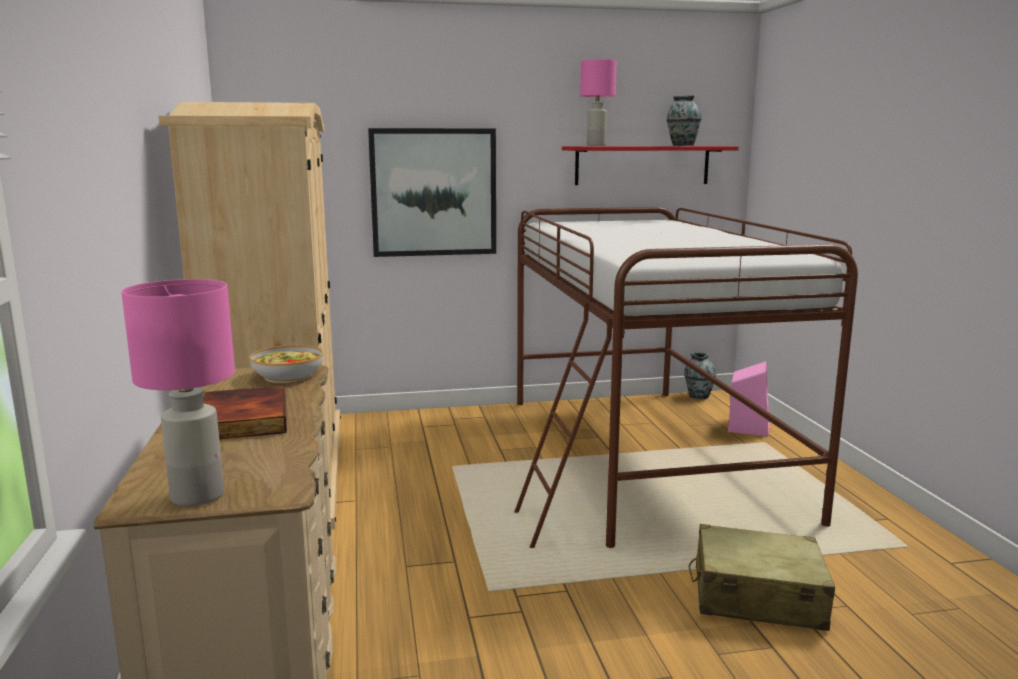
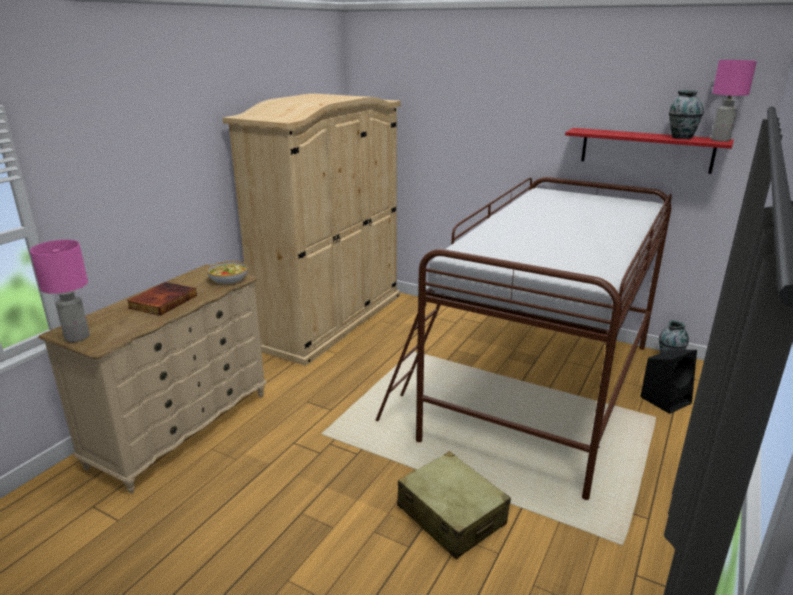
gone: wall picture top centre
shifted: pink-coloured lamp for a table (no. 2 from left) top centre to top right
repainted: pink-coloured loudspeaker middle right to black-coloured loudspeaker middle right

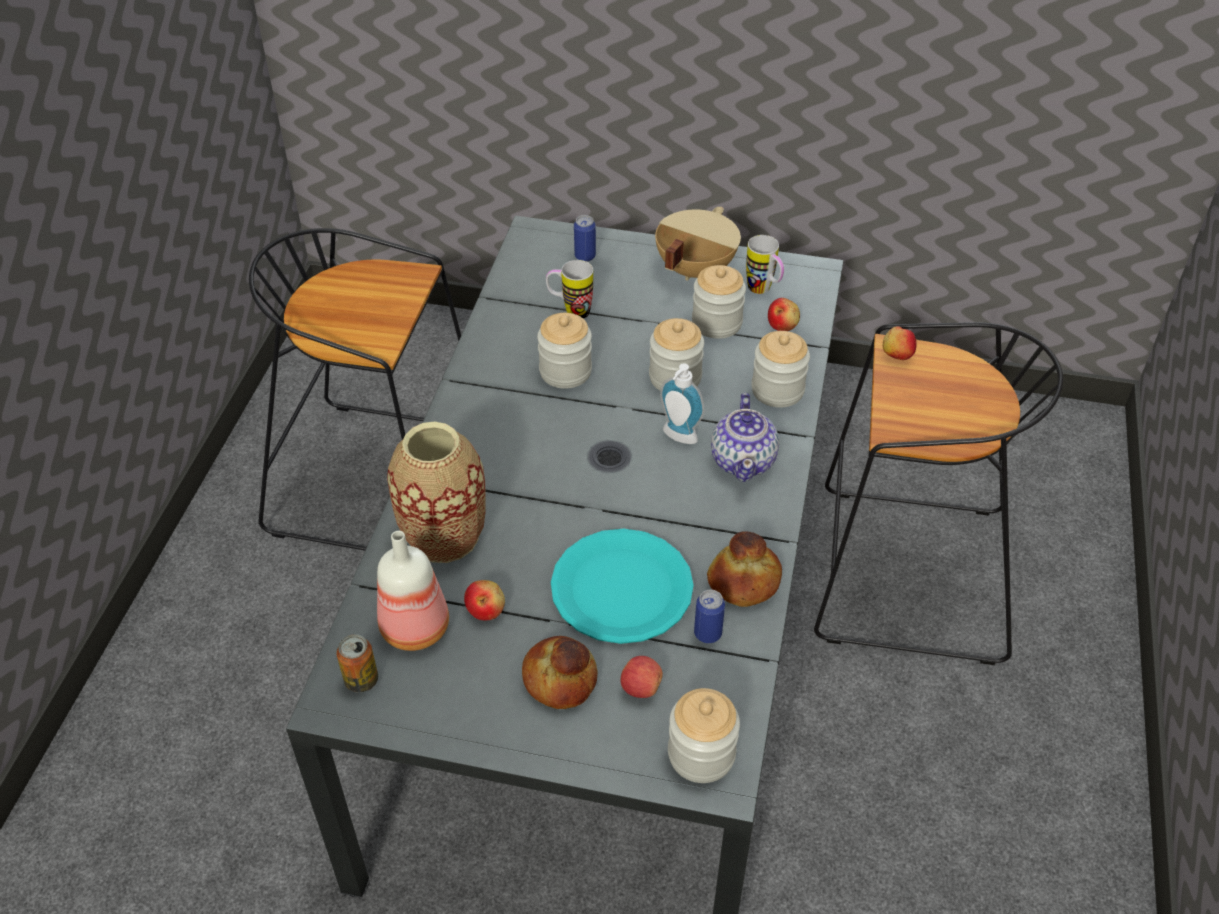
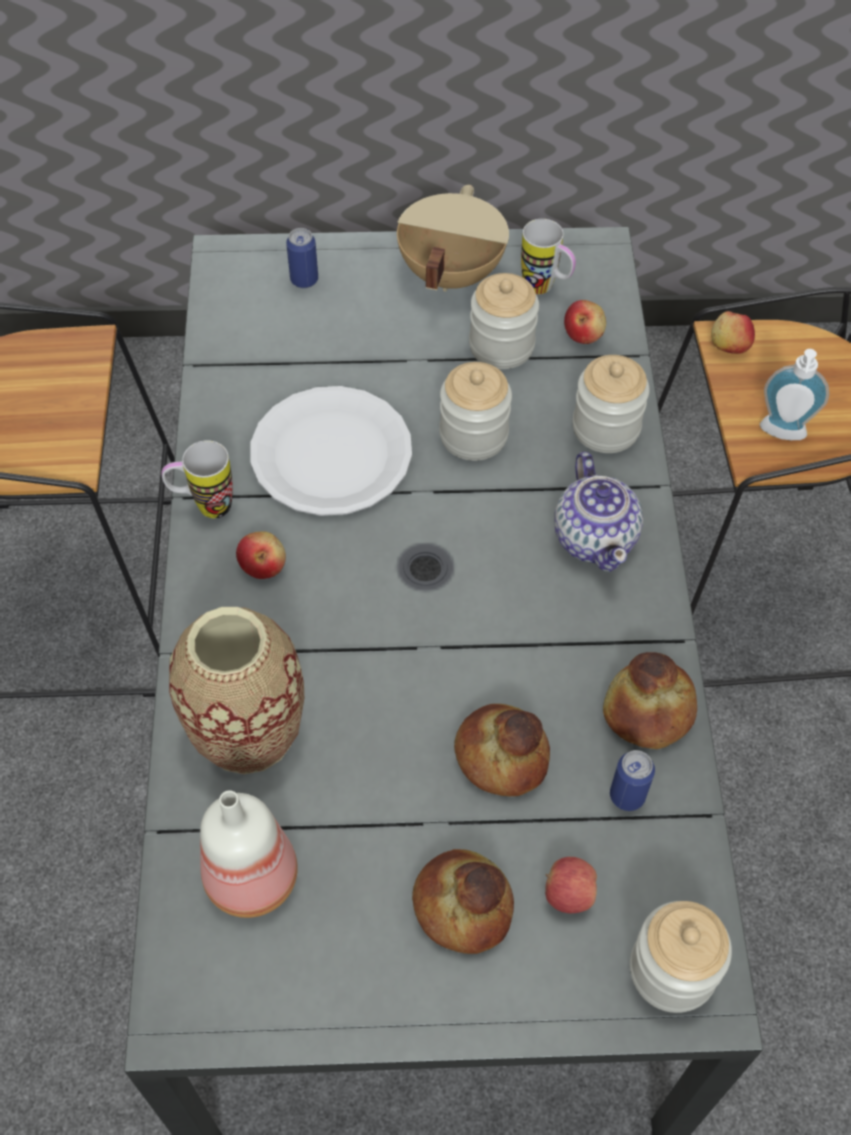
gone: metal can (no. 1 from left) bottom left
shifted: mug (no. 1 from left) top centre to middle left; whole apple (no. 1 from left) centre to middle left; soap bottle centre to middle right
swapped: jar (no. 1 from left) centre to white-coloured plate centre; turquoise plate centre to bakery bread (no. 2 from left) centre

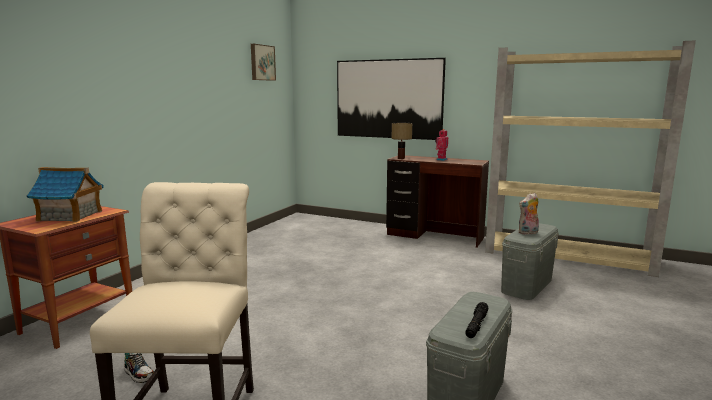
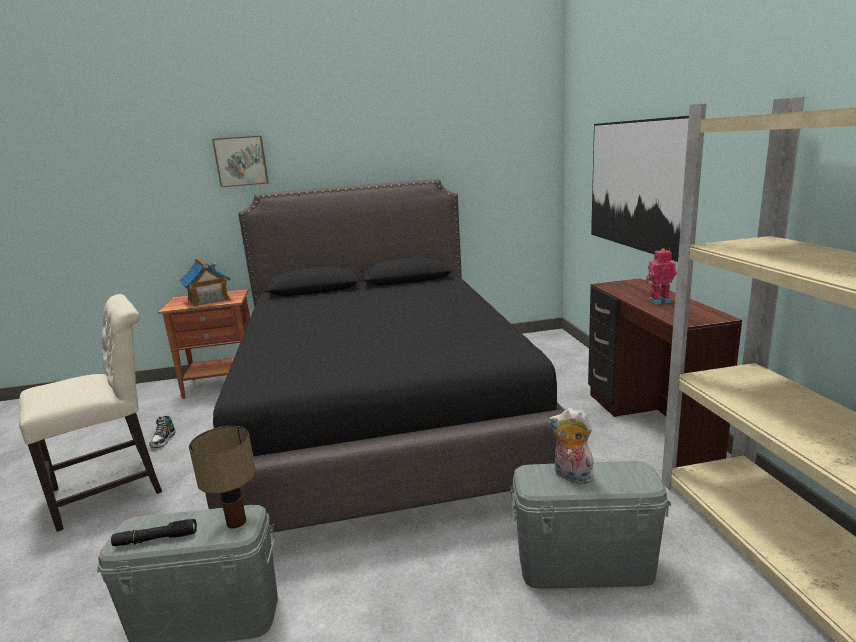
new: black-coloured bed centre
shifted: lamp for a table centre to bottom left; wall picture (no. 1 from left) top centre to top left

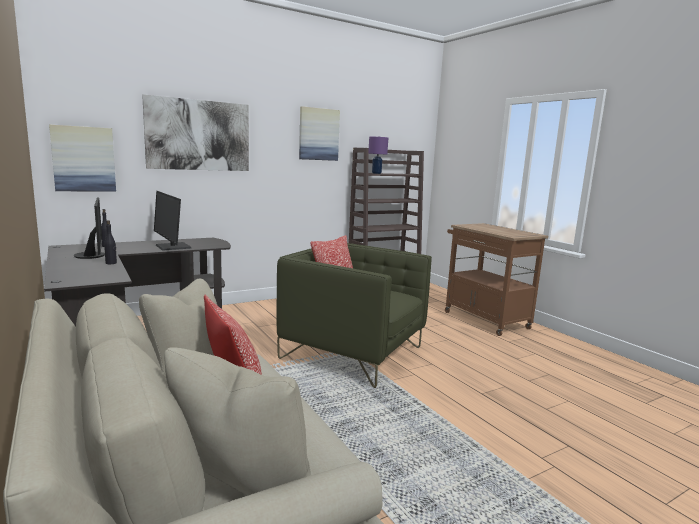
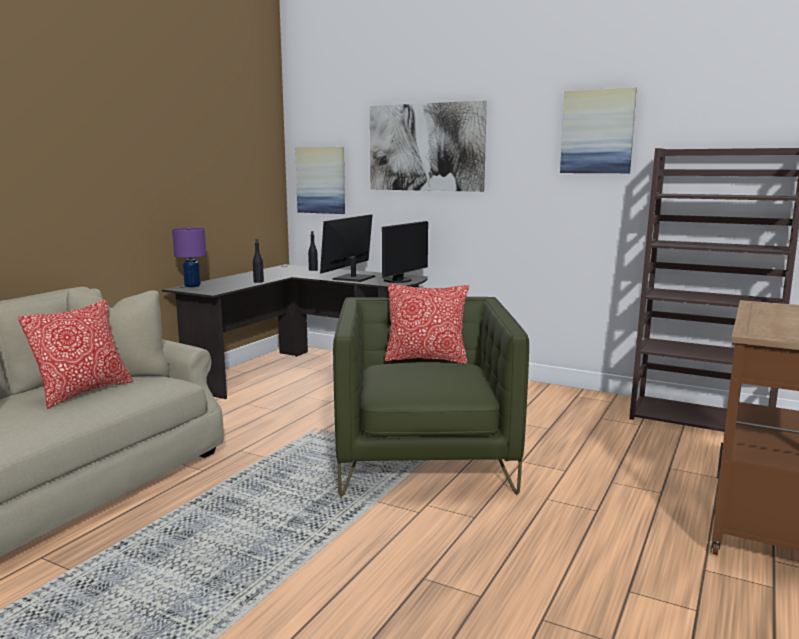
shifted: purple-coloured lamp for a table top centre to middle left; monitor (no. 1 from left in the first image) middle left to monitor (no. 2 from left) centre

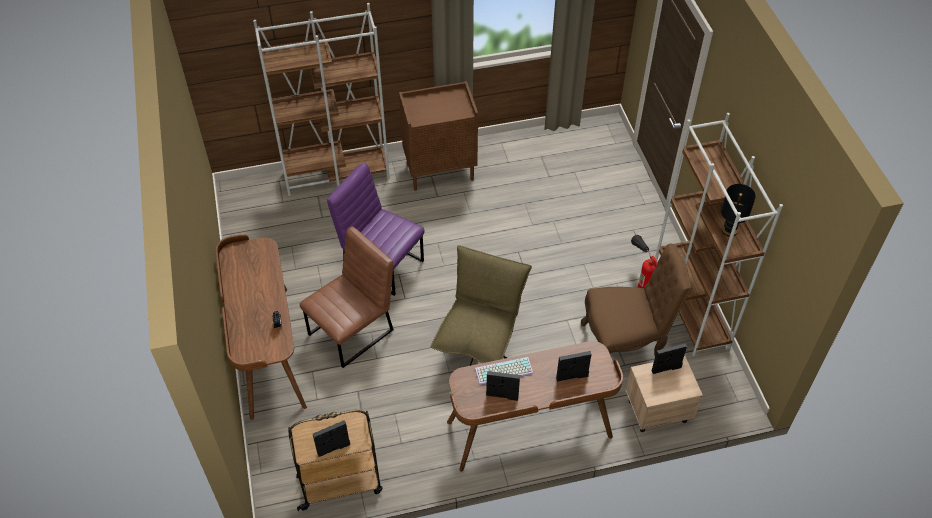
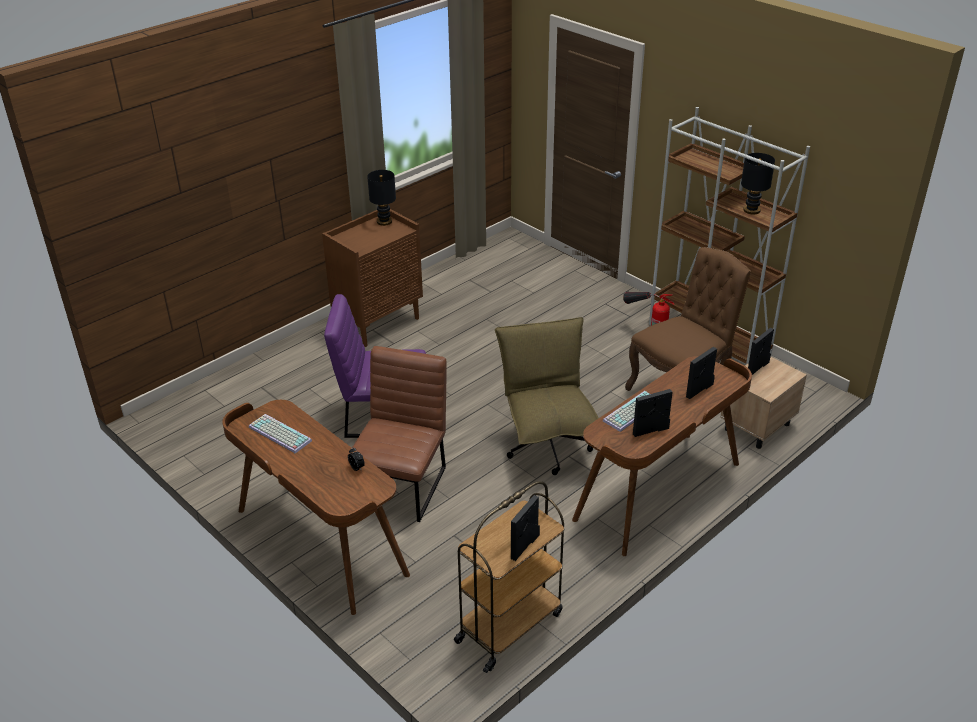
gone: brown bookcase (no. 1 from left) top centre
new: keyboard (no. 1 from left) middle left; black-coloured lamp for a table (no. 1 from left) top centre

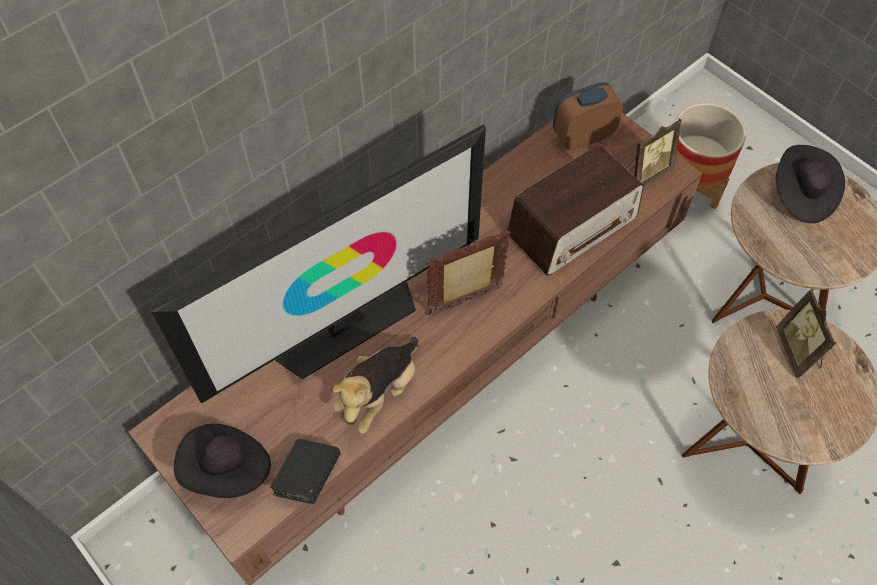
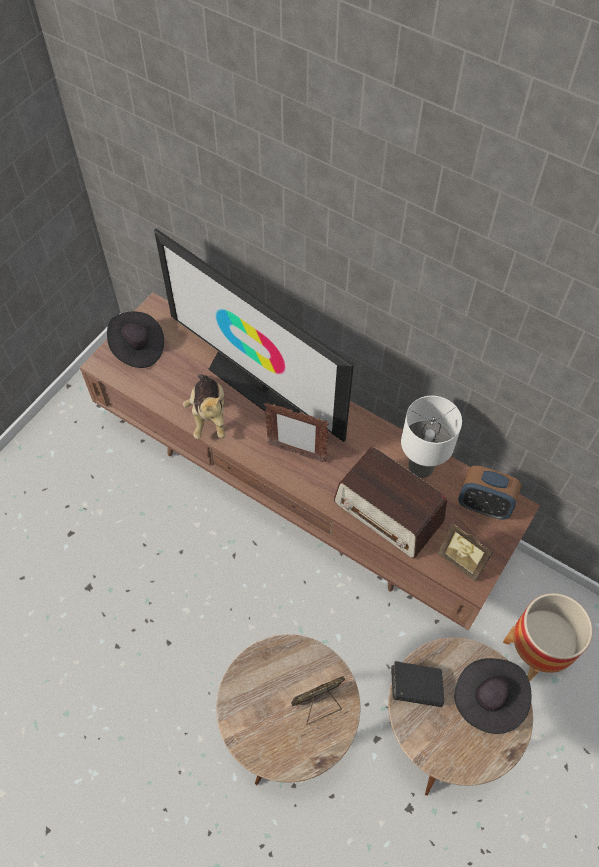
new: white-coloured lamp for a table middle right
shifted: black-coloured bound book bottom centre to bottom right
rotated: soft toy centre = centre 120 degrees counterclockwise; photo frame (no. 1 from left) centre = centre 150 degrees clockwise; bedside clock top right = middle right 150 degrees clockwise

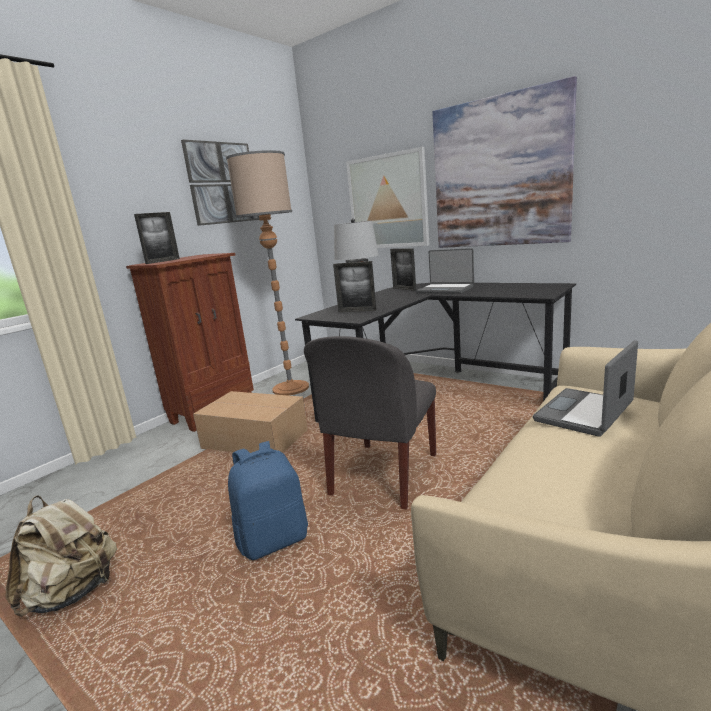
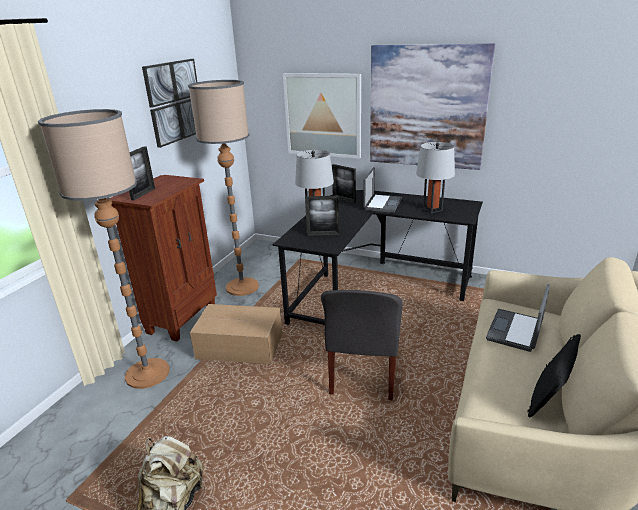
gone: blue-coloured knapsack bottom centre
new: floor lamp (no. 1 from left) middle left; grey lamp for a table (no. 2 from left) middle right; black-coloured throw pillow bottom right
rotated: notebook computer (no. 1 from left) centre = centre 90 degrees counterclockwise

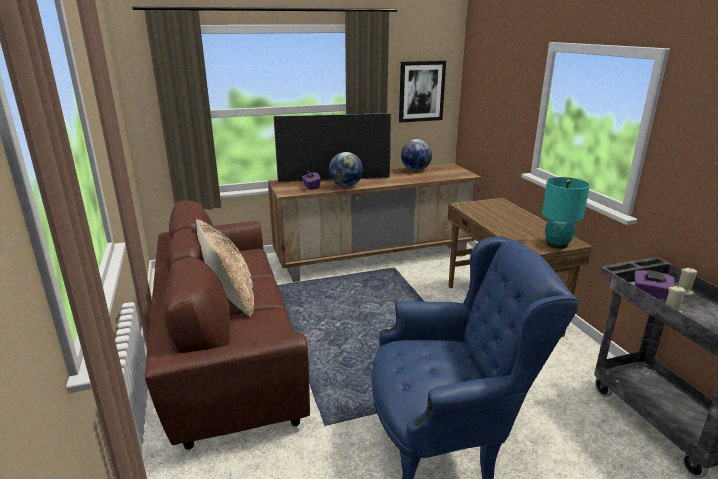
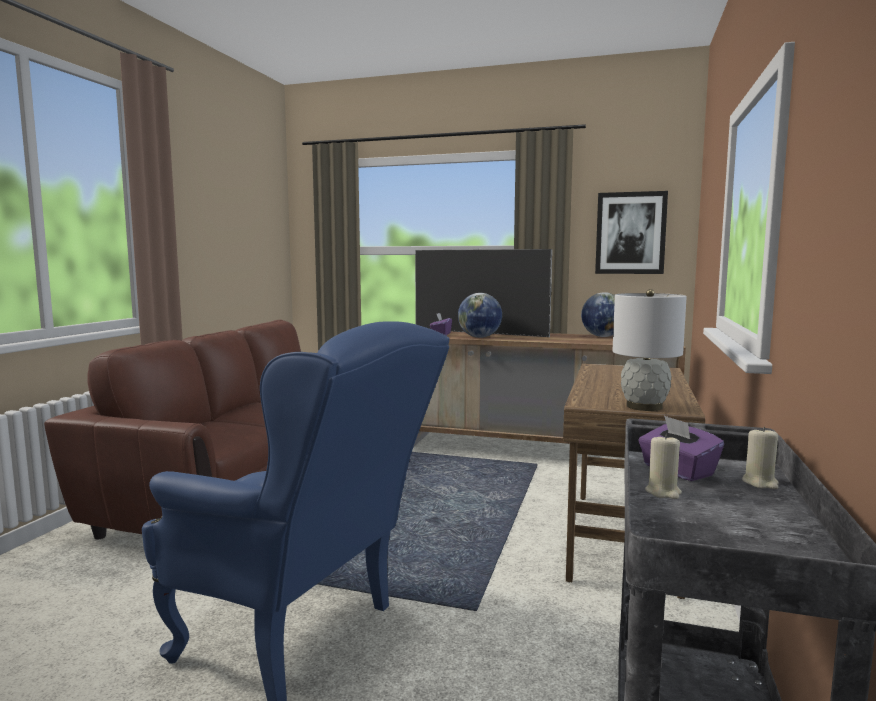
gone: beige throw pillow middle left
repainted: turquoise lamp for a table middle right to white-coloured lamp for a table middle right

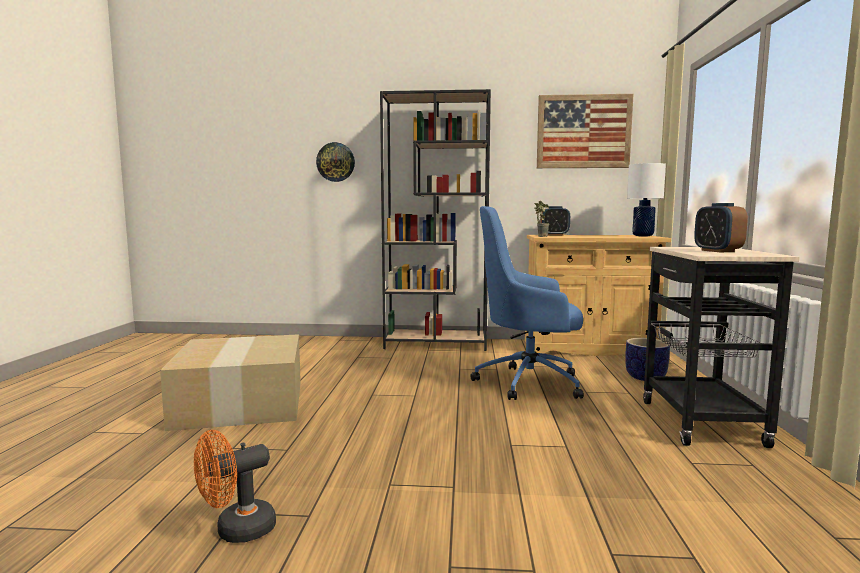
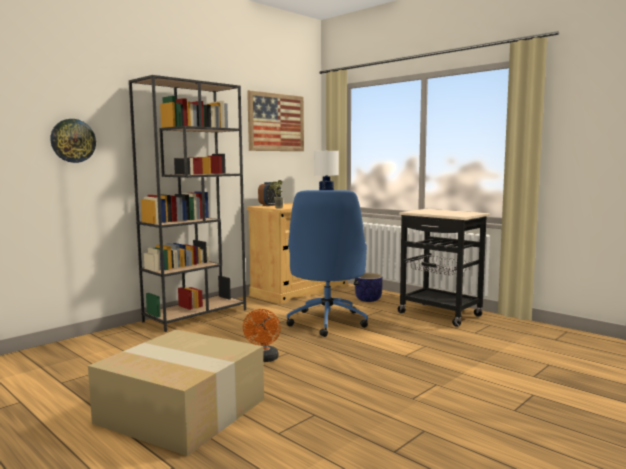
gone: bedside clock (no. 2 from left) middle right
shifted: orange-coloured electric fan bottom left to bottom centre
rotated: blue-coloured desk chair centre = centre 45 degrees counterclockwise

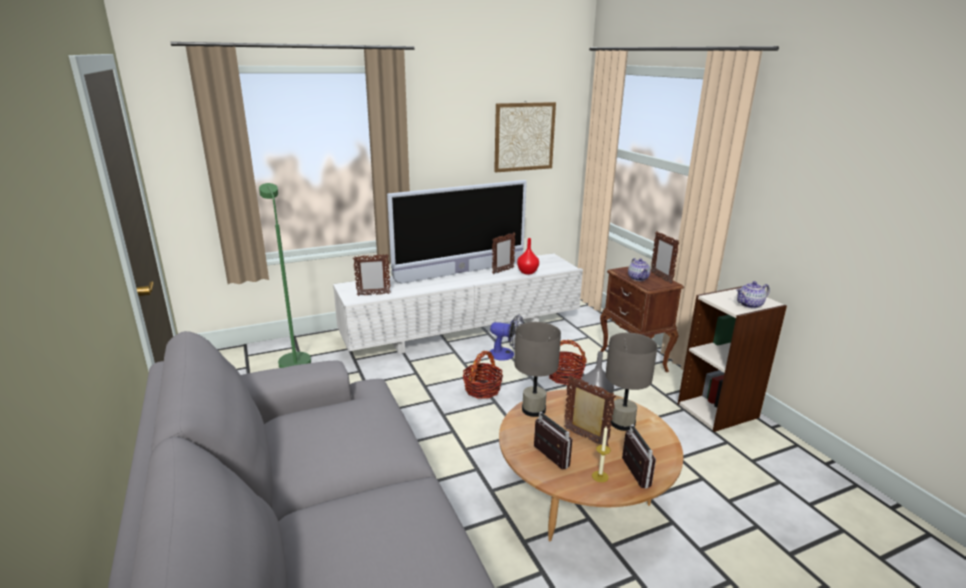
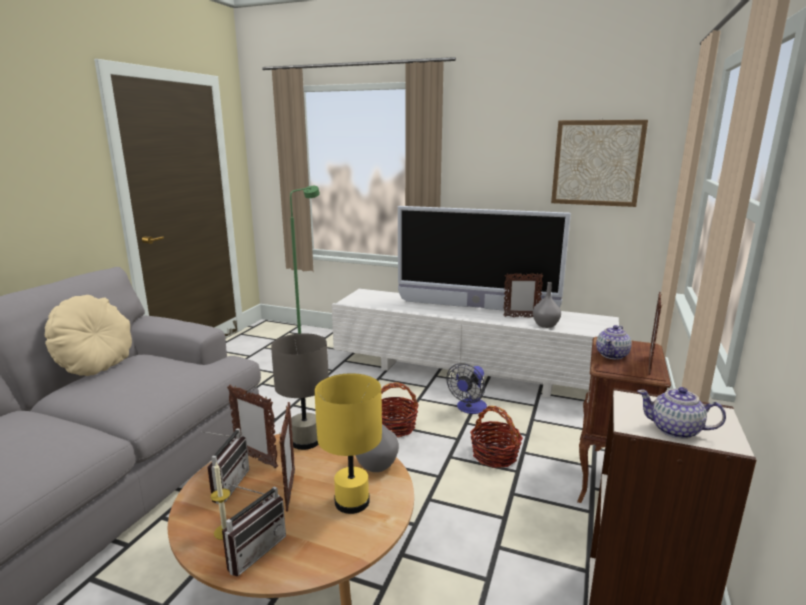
new: beige throw pillow middle left
shifted: photo frame (no. 1 from left) centre to bottom left
repainted: grey lamp for a table (no. 2 from left) centre to yellow lamp for a table bottom centre; reddish decorative vase centre to grey decorative vase (no. 2 from left) middle right
rotated: electric fan centre = centre 60 degrees clockwise

